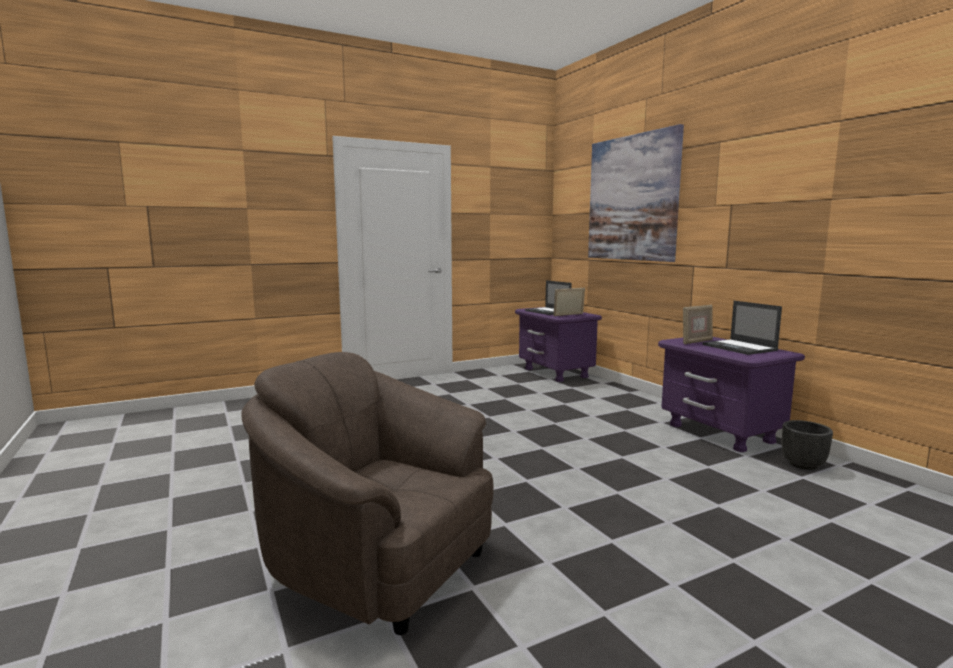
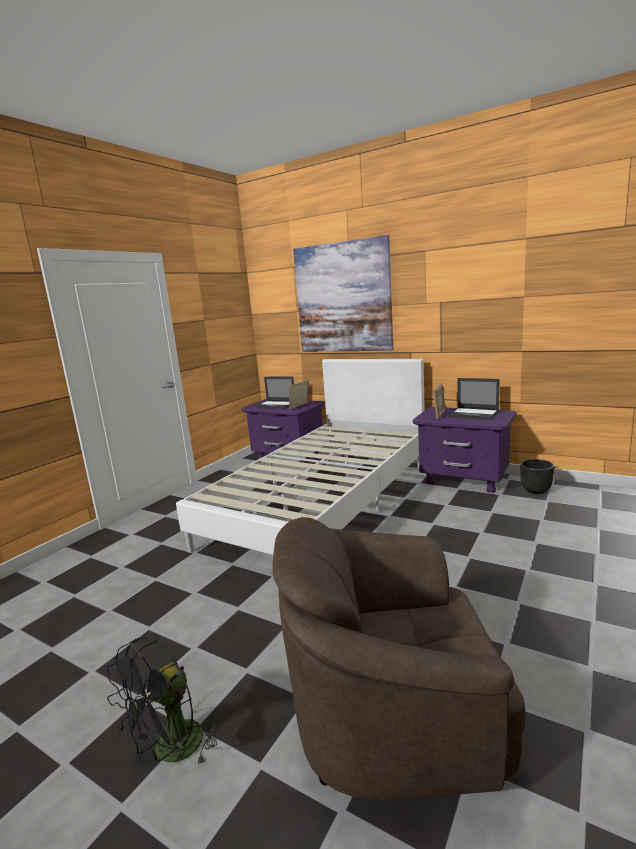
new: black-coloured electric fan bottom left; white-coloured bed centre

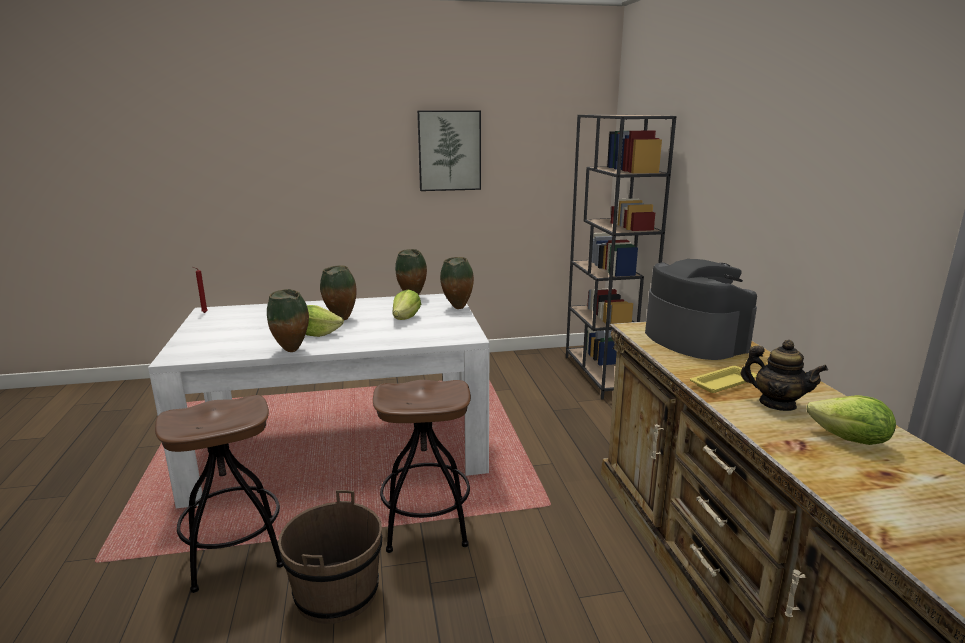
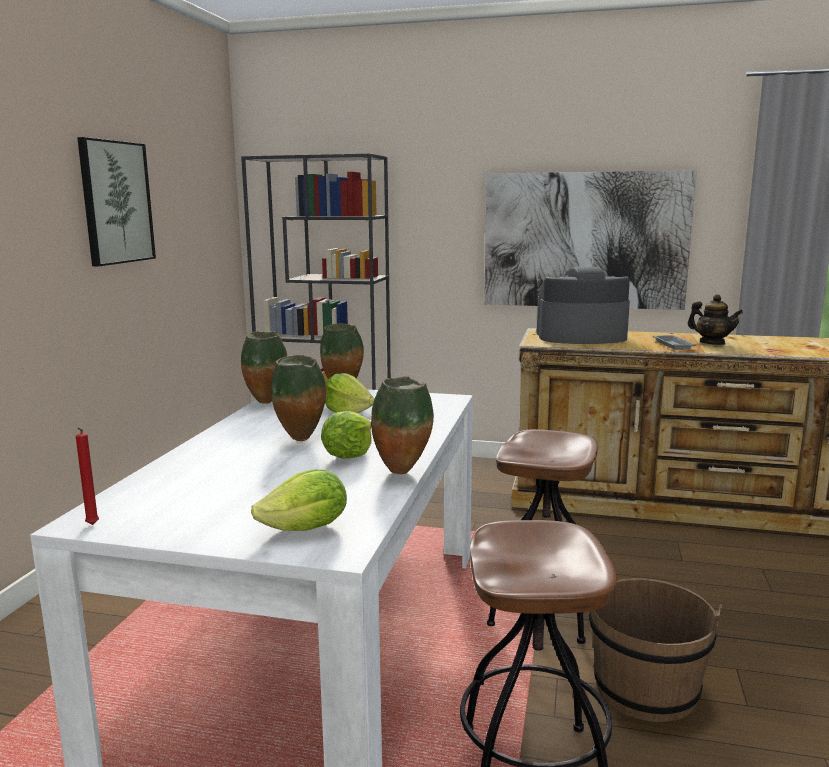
new: wall picture (no. 2 from left) top right
shifted: lettuce head (no. 3 from left in the first image) middle right to lettuce head (no. 1 from left) centre
repainted: yellow tray middle right to grey tray middle right
rotated: teapot middle right = middle right 75 degrees clockwise

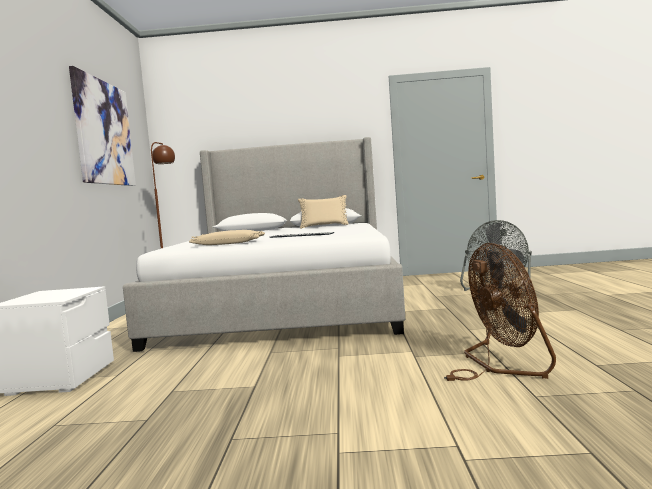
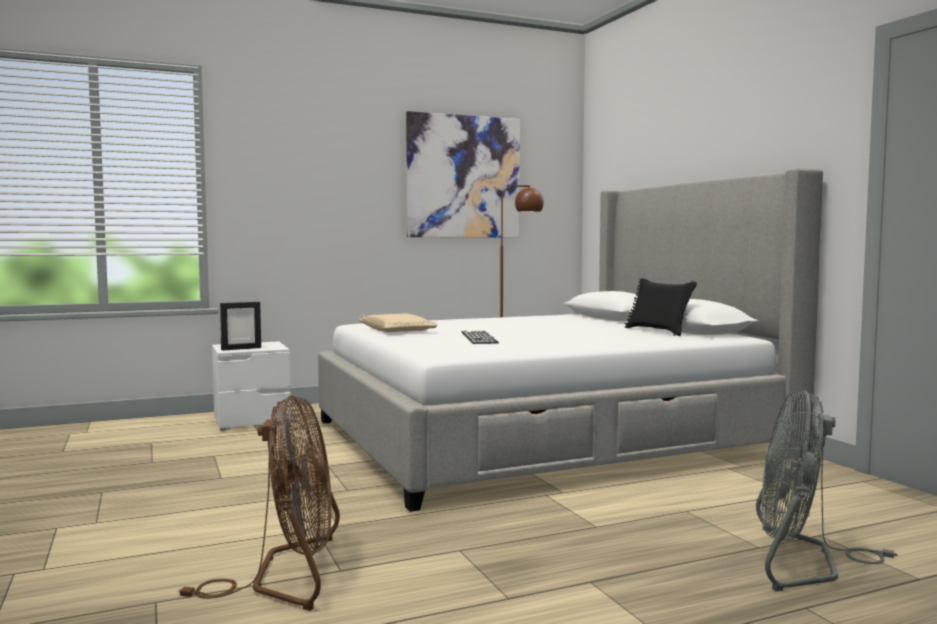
new: photo frame middle left
repainted: beige throw pillow (no. 2 from left) centre to black-coloured throw pillow middle right
rotated: brown electric fan middle right = bottom left 60 degrees counterclockwise

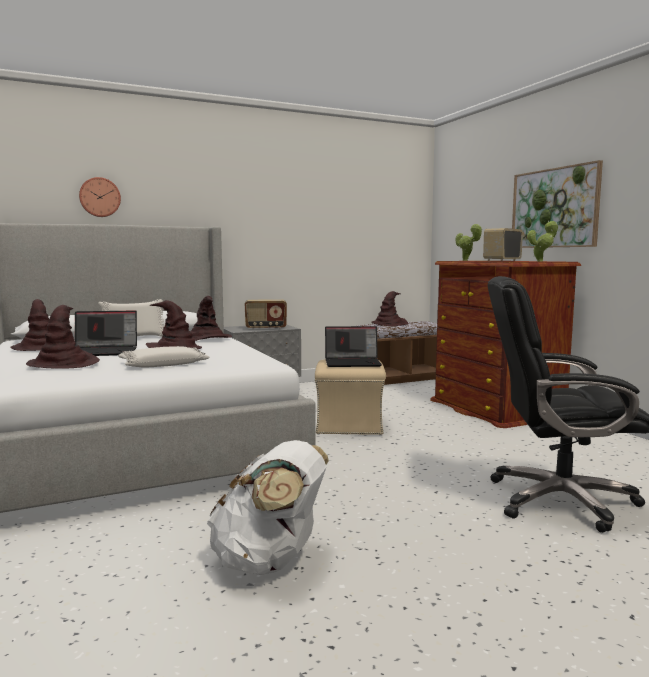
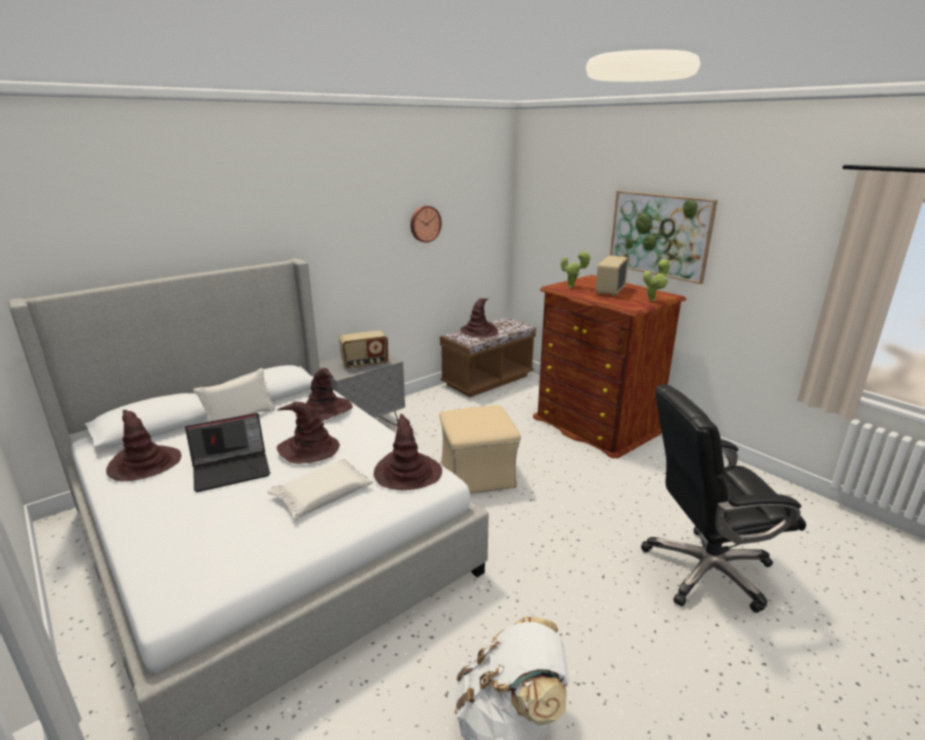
gone: notebook computer (no. 2 from left) centre
shifted: brown hat (no. 2 from left in the first image) middle left to brown hat (no. 4 from left) centre; hanging clock top left to top centre

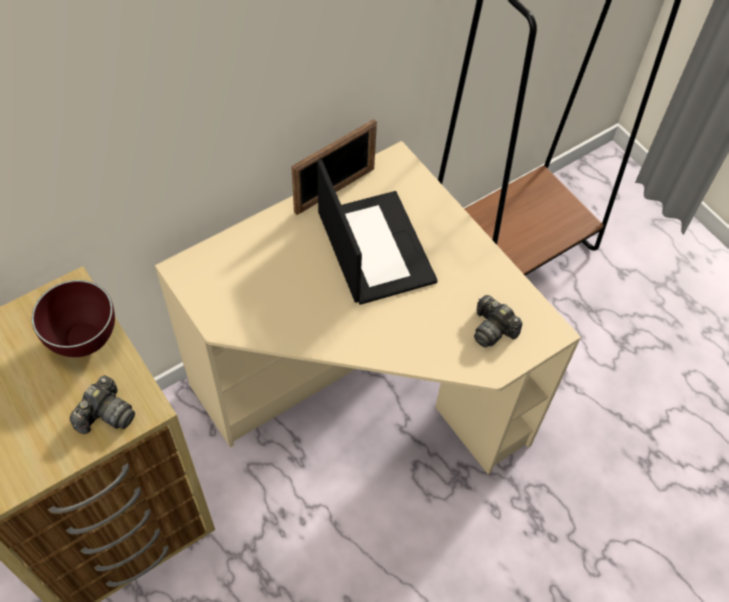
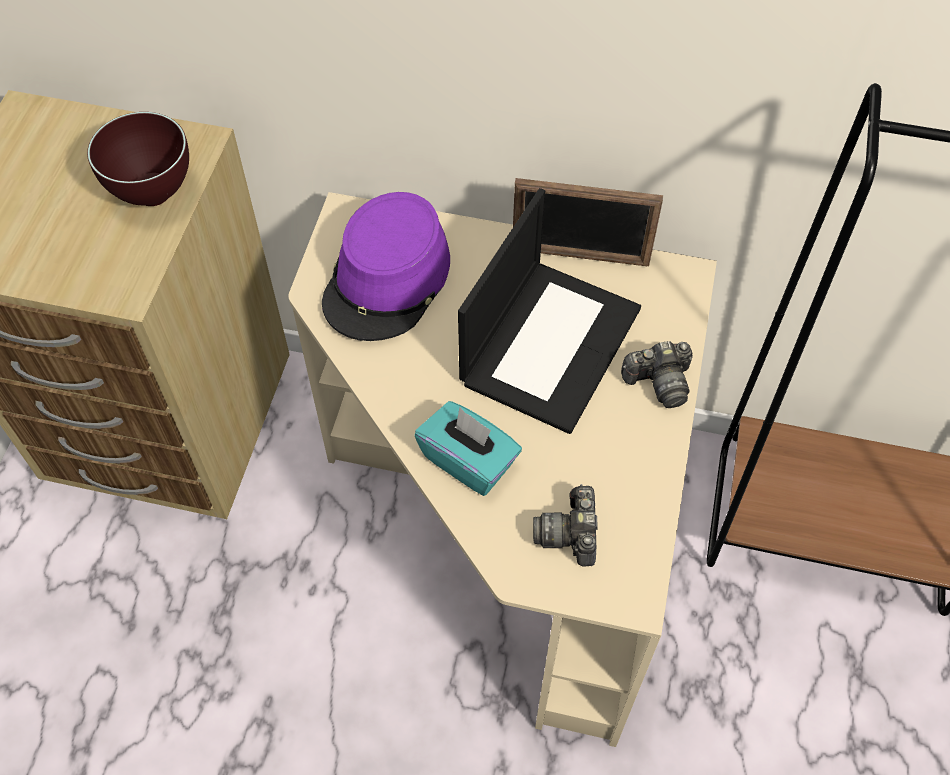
new: purple-coloured hat centre; turquoise tissue holder centre
shifted: still camera (no. 1 from left in the first image) bottom left to still camera (no. 2 from left) middle right

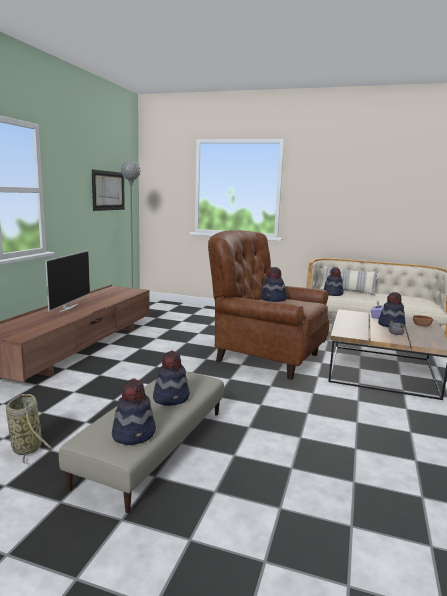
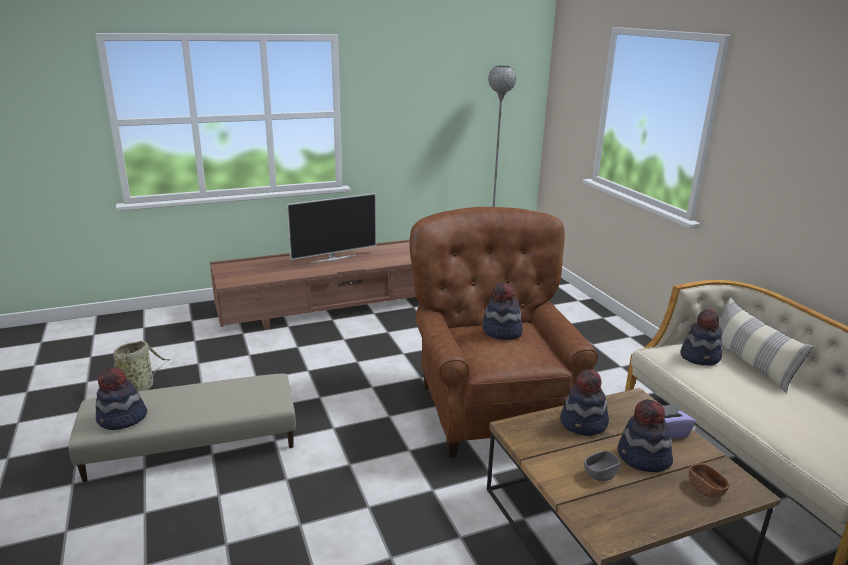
gone: wall picture top left
shifted: hat (no. 2 from left in the first image) centre to hat (no. 3 from left) bottom right

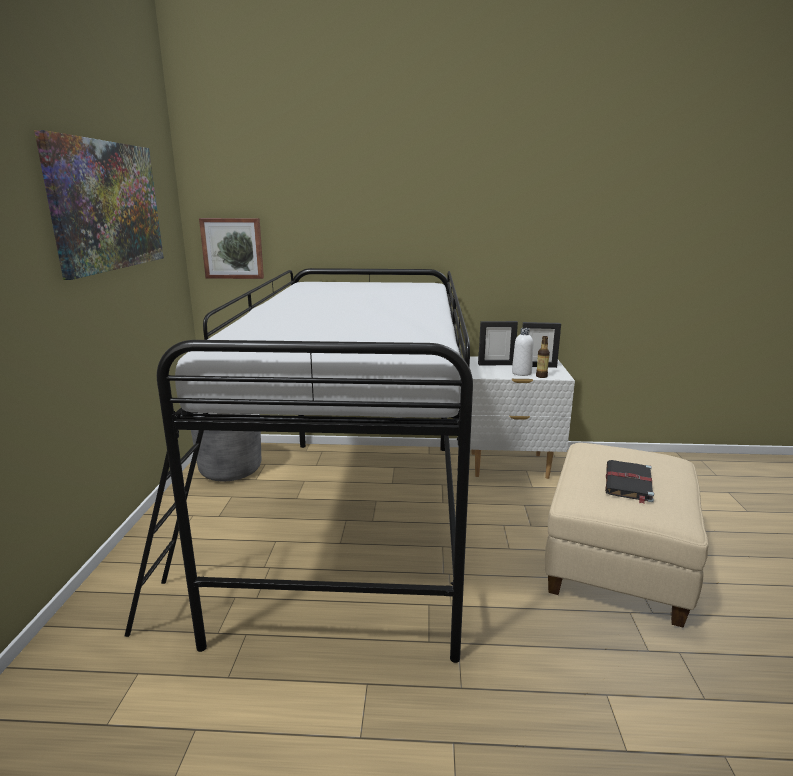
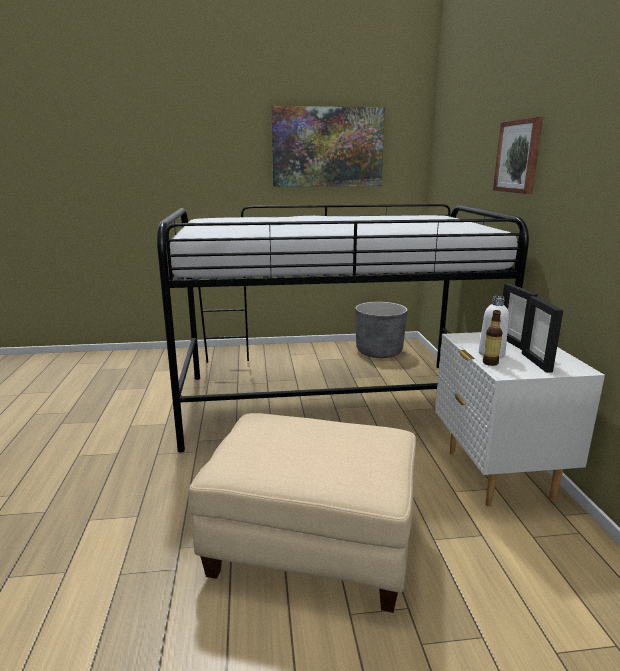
gone: black-coloured bound book middle right
shifted: wall picture (no. 2 from left) top left to top right

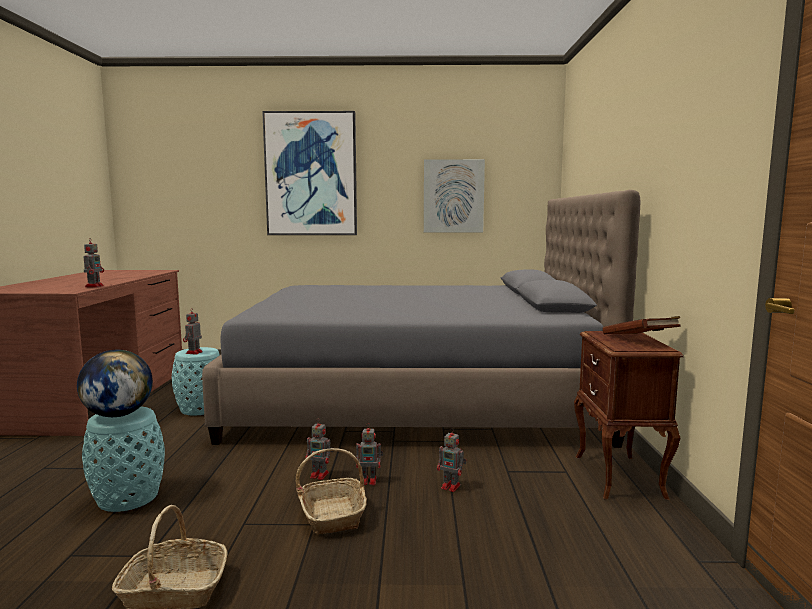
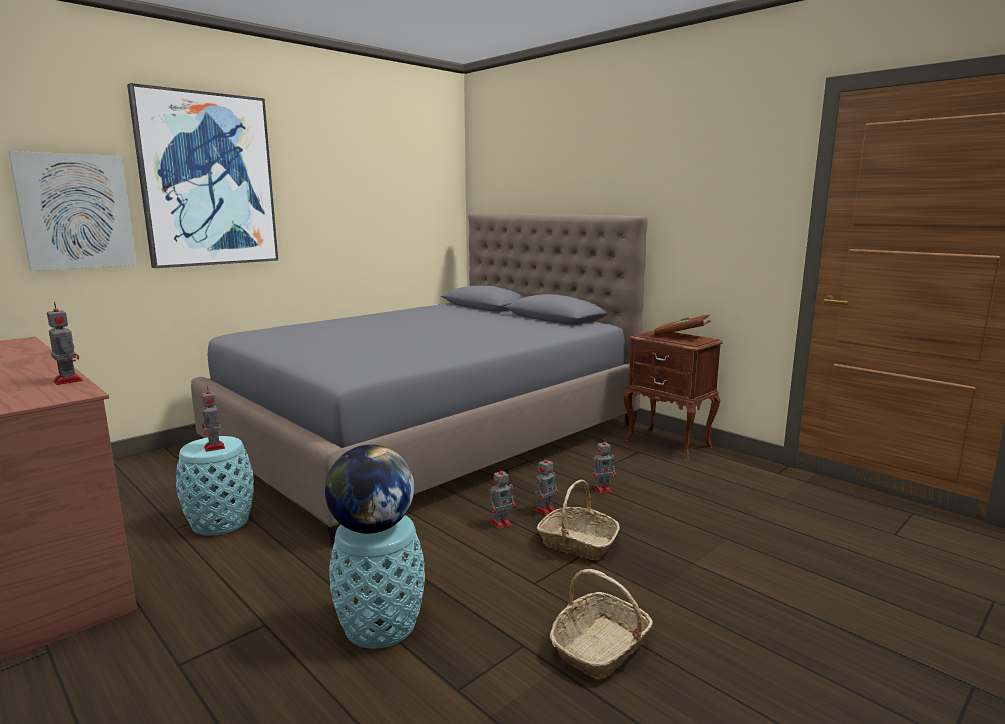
shifted: wall picture (no. 2 from left in the first image) top centre to wall picture (no. 1 from left) top left

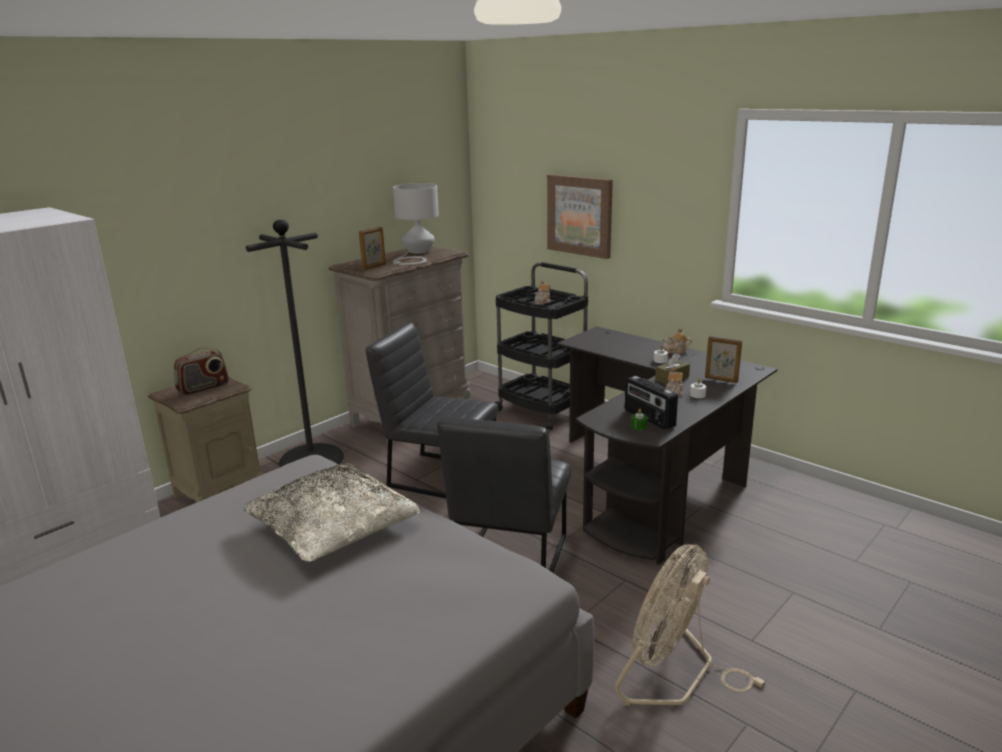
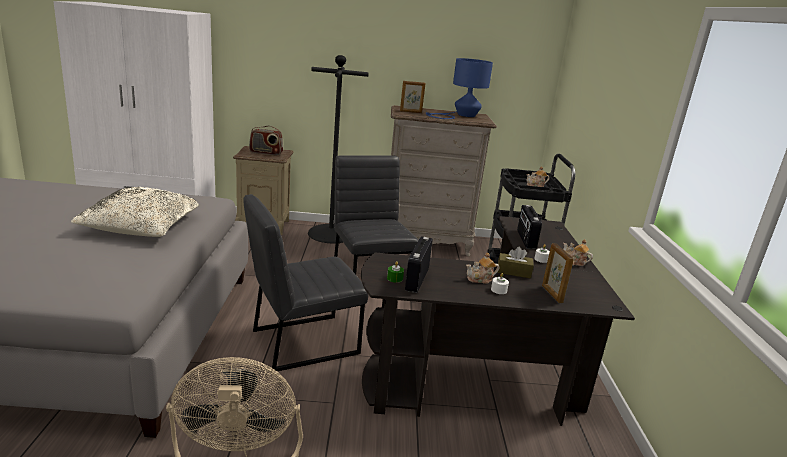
gone: wall picture top centre
new: radio (no. 3 from left) middle right
repainted: grey lamp for a table top centre to blue-coloured lamp for a table top centre

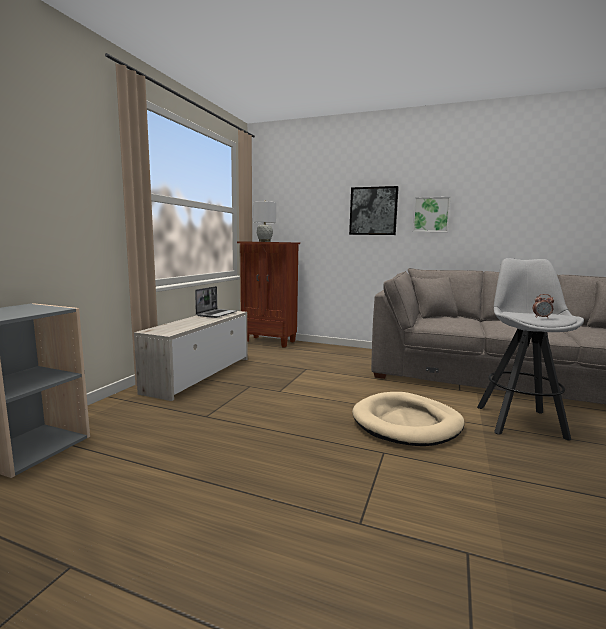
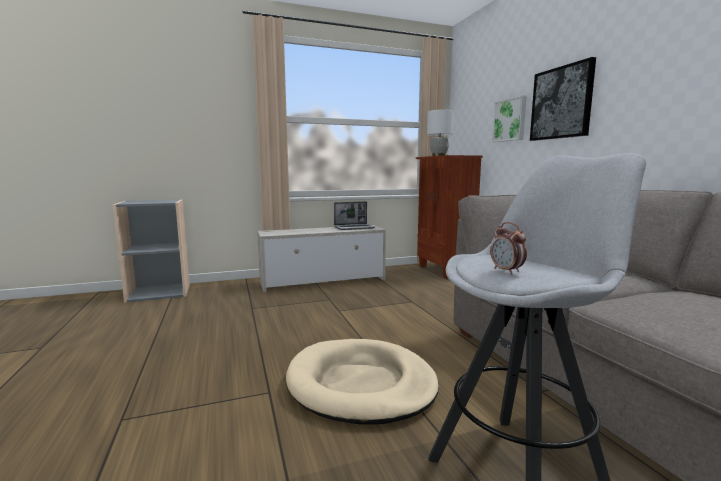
shifted: wall picture (no. 2 from left in the first image) middle right to wall picture (no. 1 from left) top right

